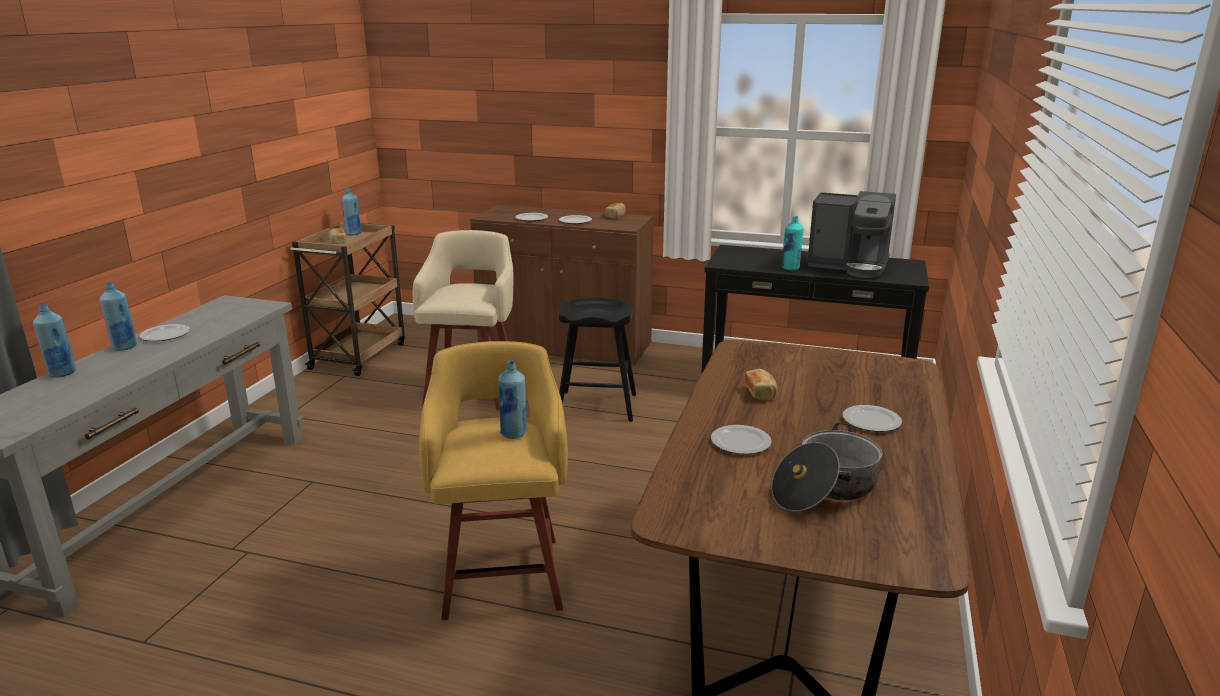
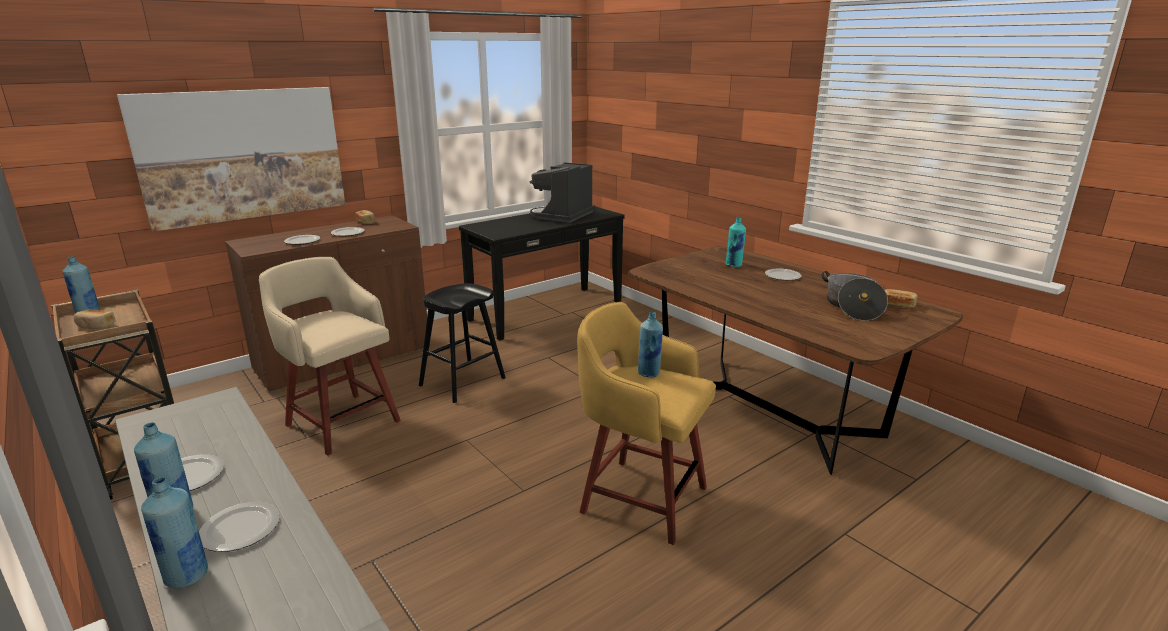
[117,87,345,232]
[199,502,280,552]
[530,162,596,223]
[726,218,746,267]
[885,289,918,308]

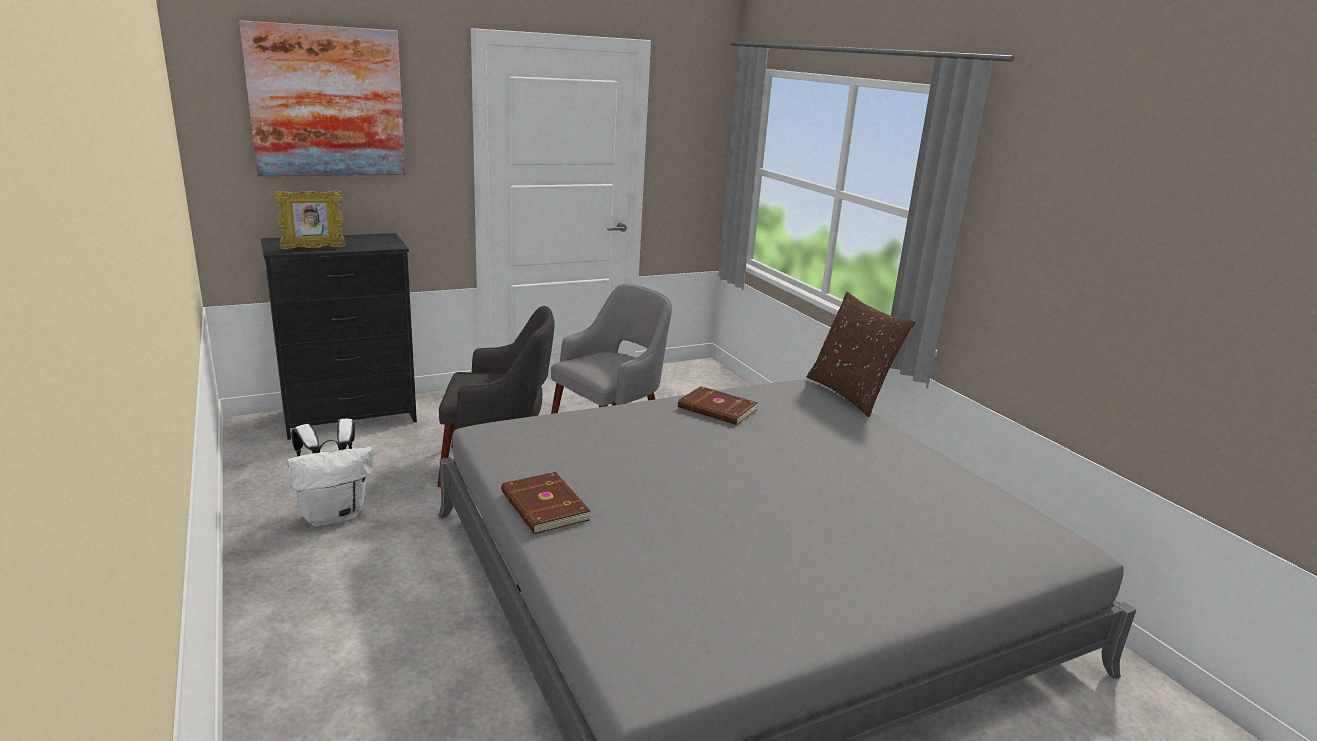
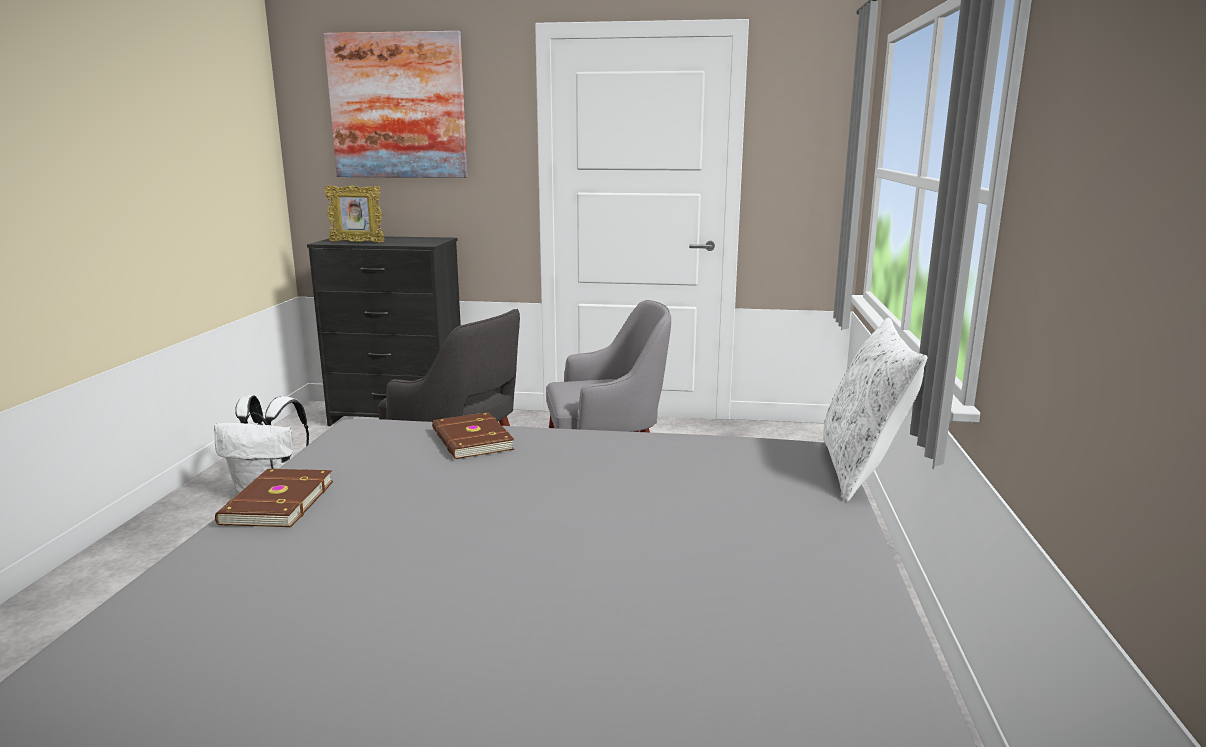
[432,412,515,459]
[823,318,927,502]

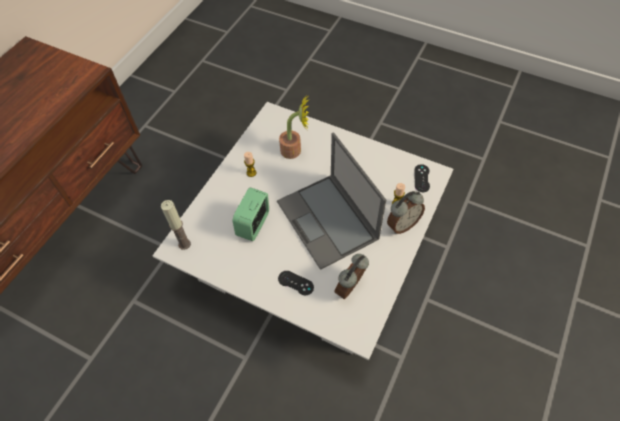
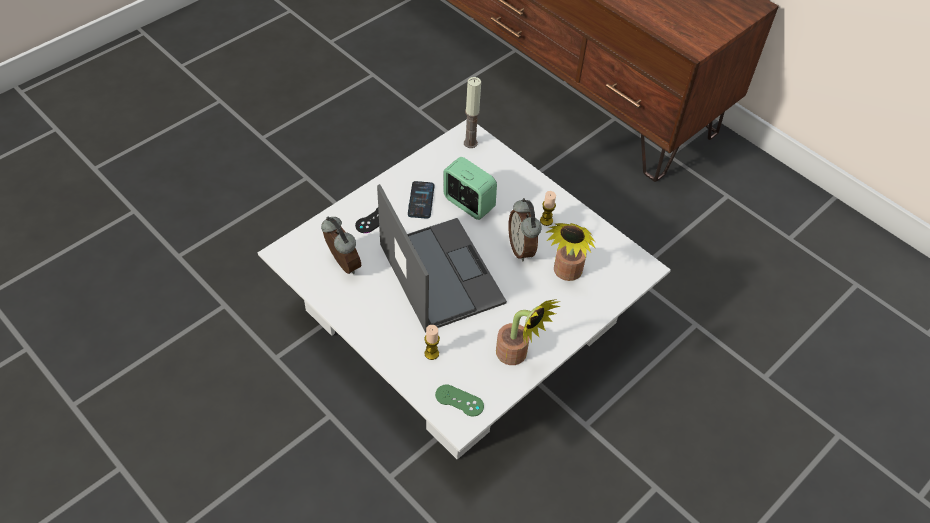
[377,184,507,333]
[408,181,434,219]
[435,385,484,416]
[496,299,560,365]
[508,198,542,262]

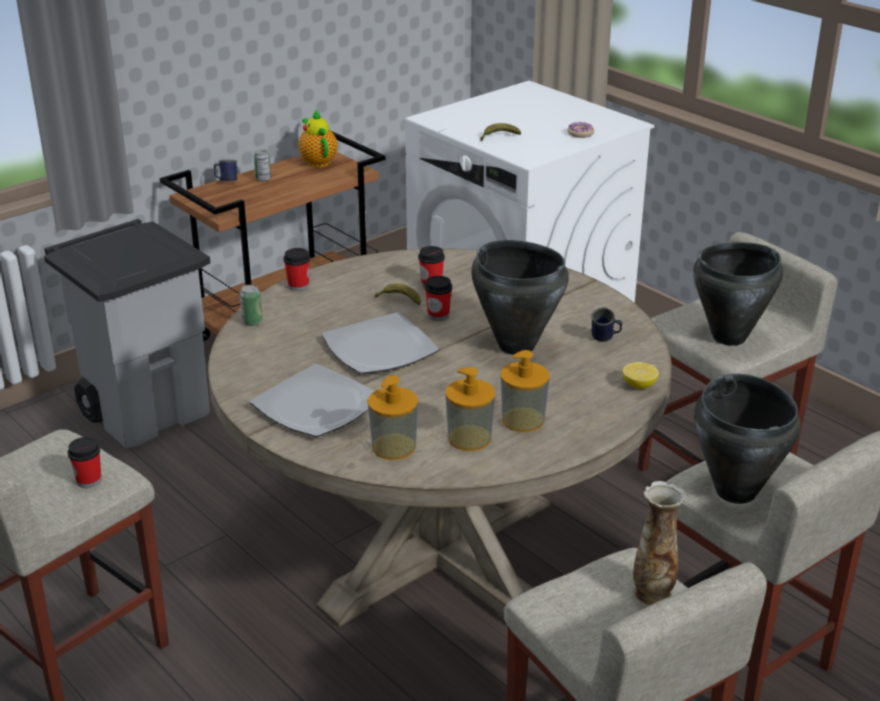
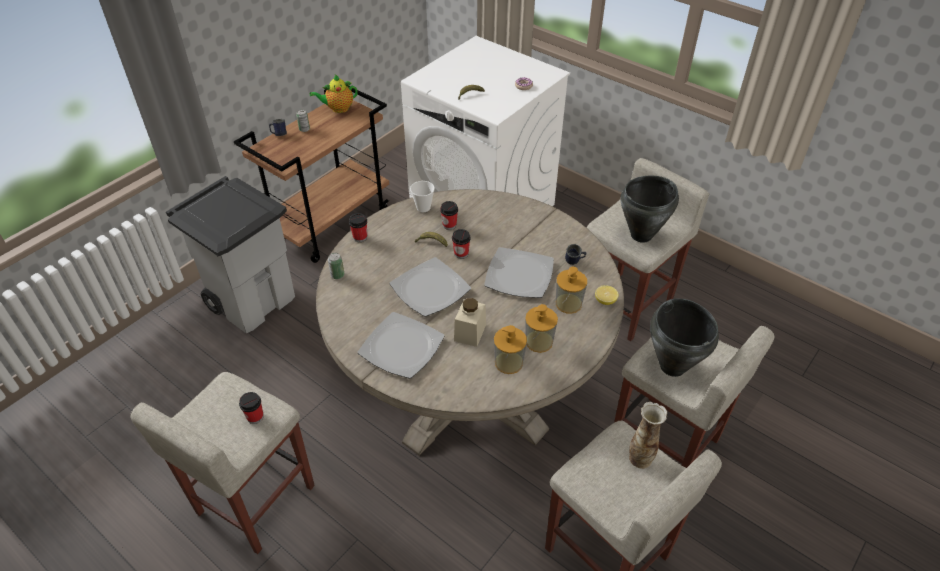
[310,75,358,113]
[410,181,435,212]
[454,298,486,347]
[484,247,554,298]
[556,266,587,314]

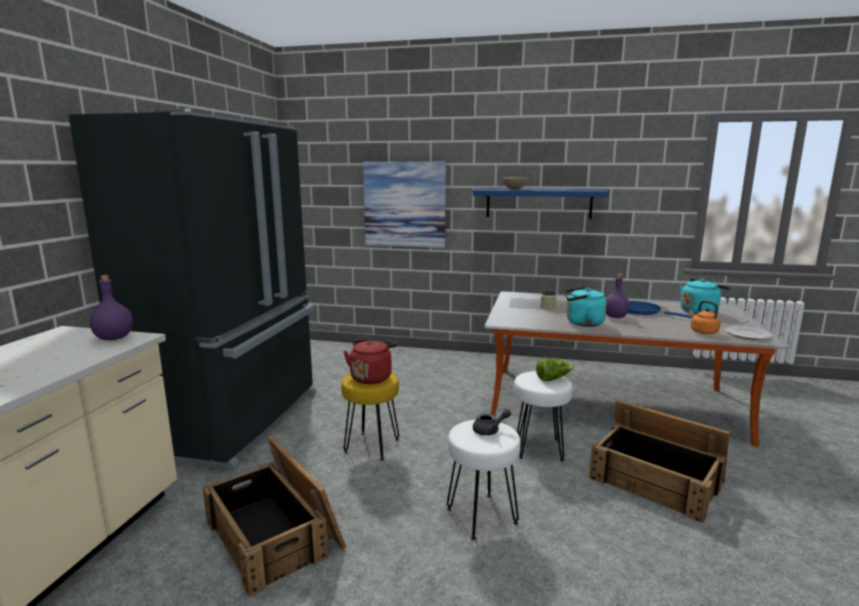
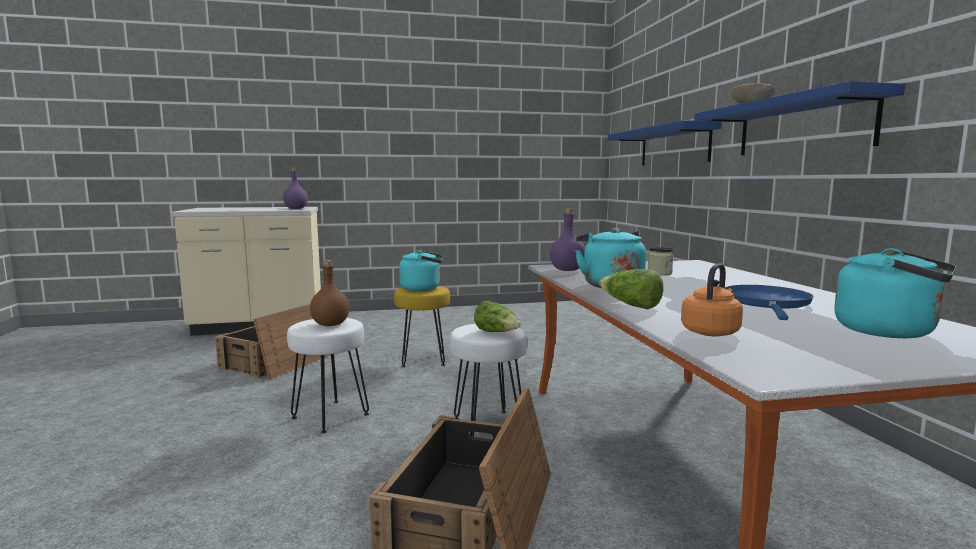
[310,260,350,326]
[399,250,442,291]
[550,208,585,271]
[599,269,664,310]
[608,120,722,166]
[69,108,316,471] (first image)
[725,326,773,340] (first image)

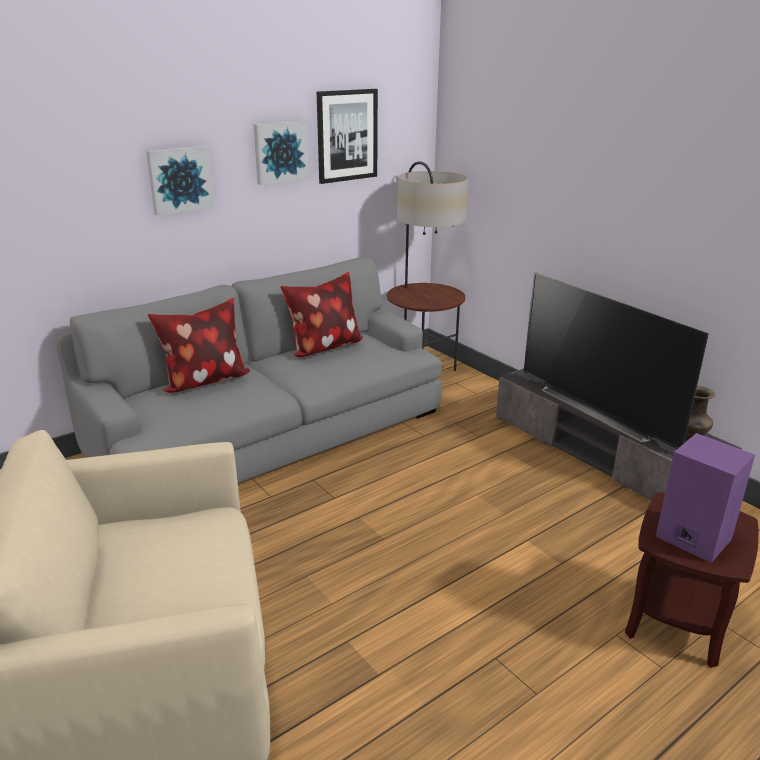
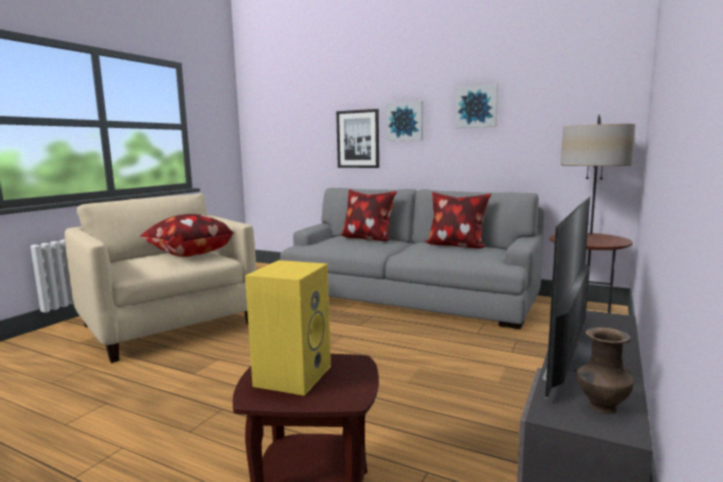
[140,214,233,257]
[245,260,331,396]
[336,109,379,168]

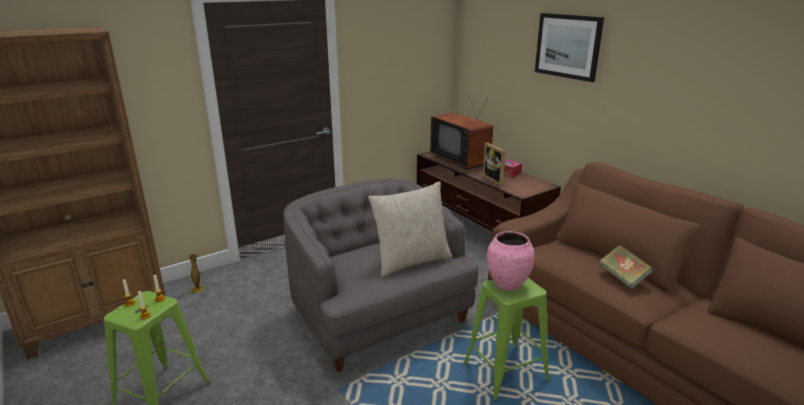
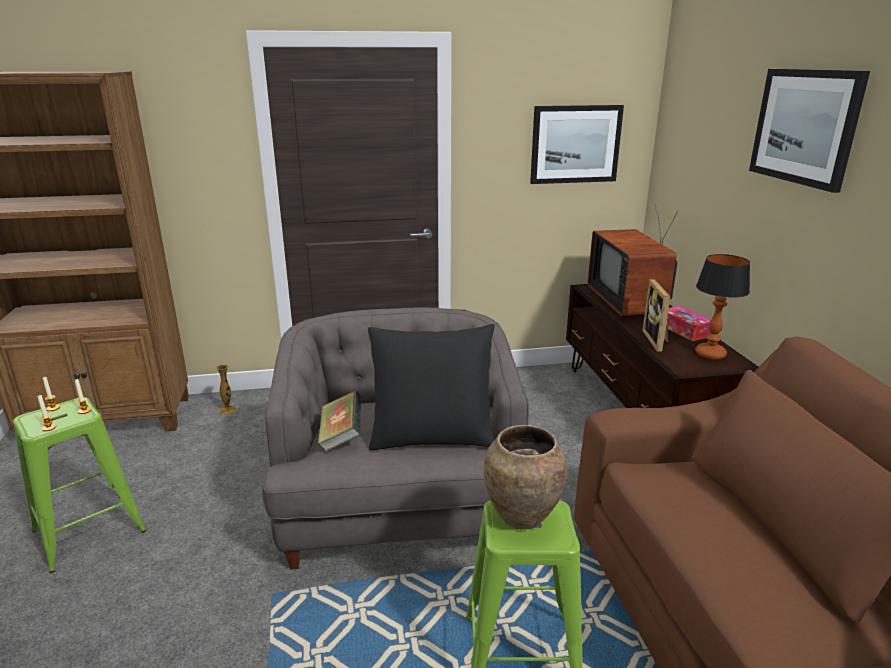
[318,391,361,452]
[368,324,494,450]
[484,425,567,530]
[530,105,624,184]
[695,254,750,360]

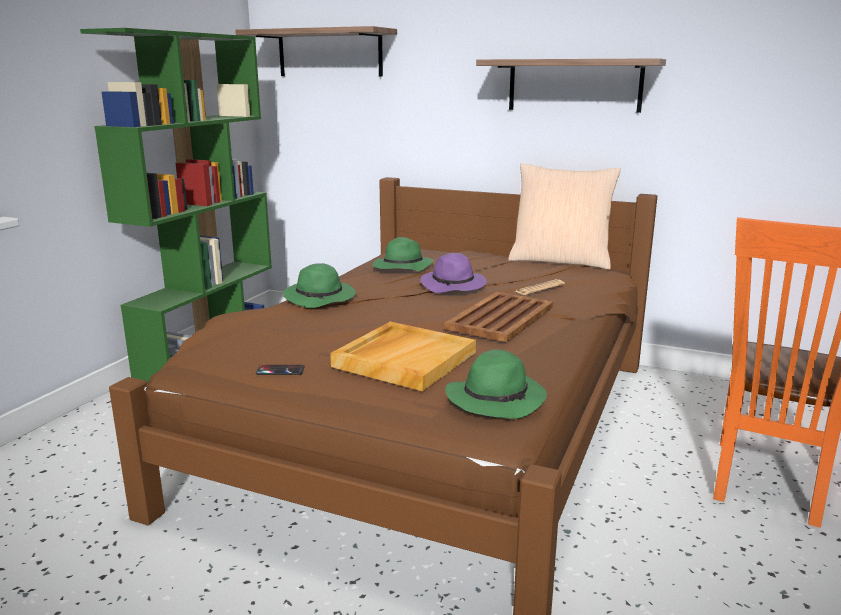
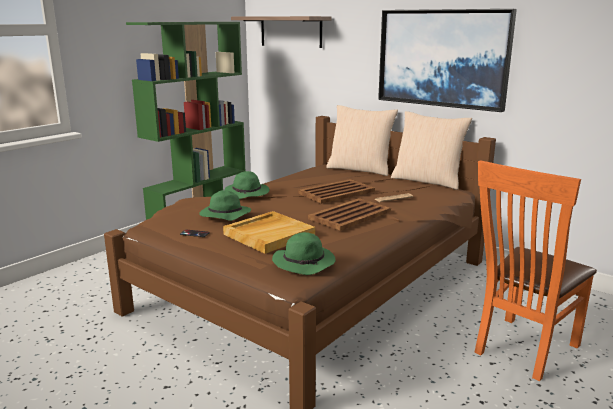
[199,190,251,221]
[298,179,375,204]
[326,105,398,176]
[378,9,517,112]

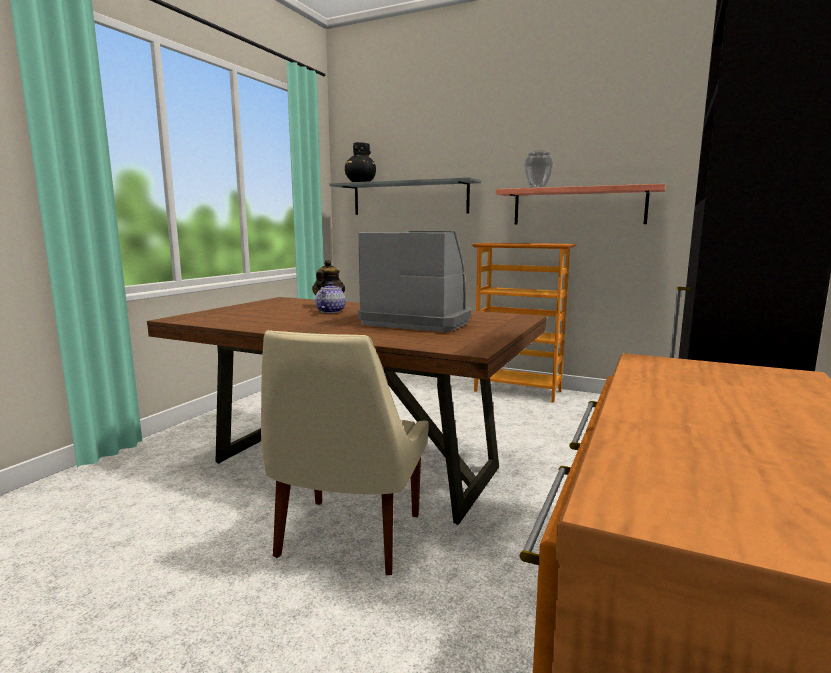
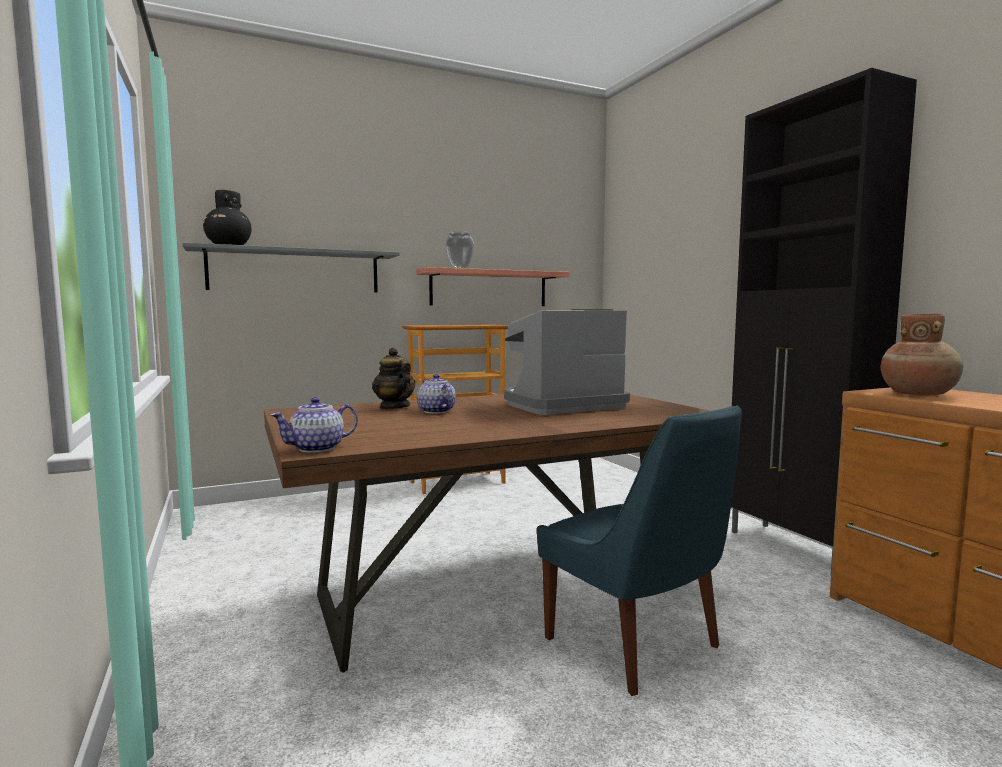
[270,397,358,453]
[537,405,742,696]
[881,314,963,395]

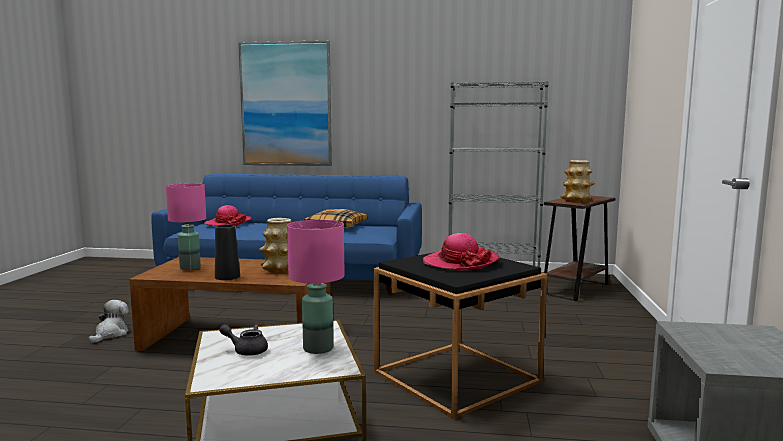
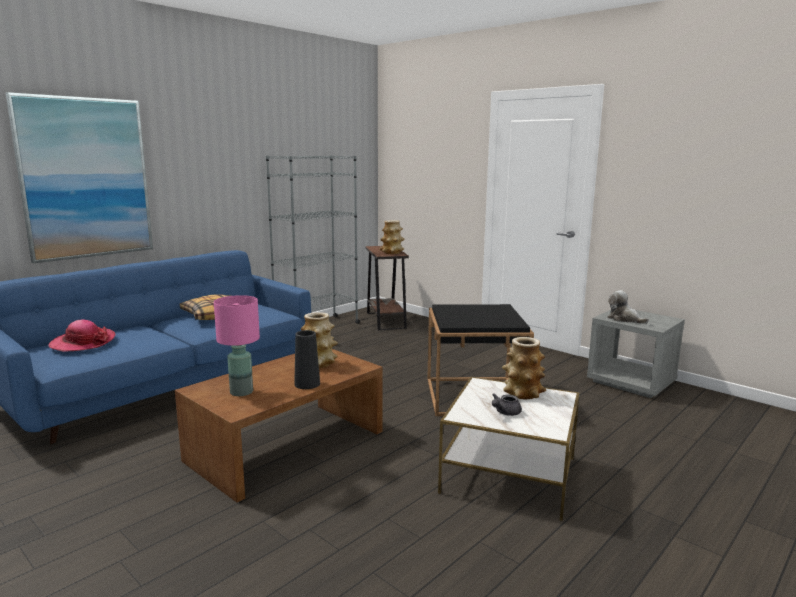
[502,337,546,399]
[607,290,649,324]
[423,233,500,271] (first image)

